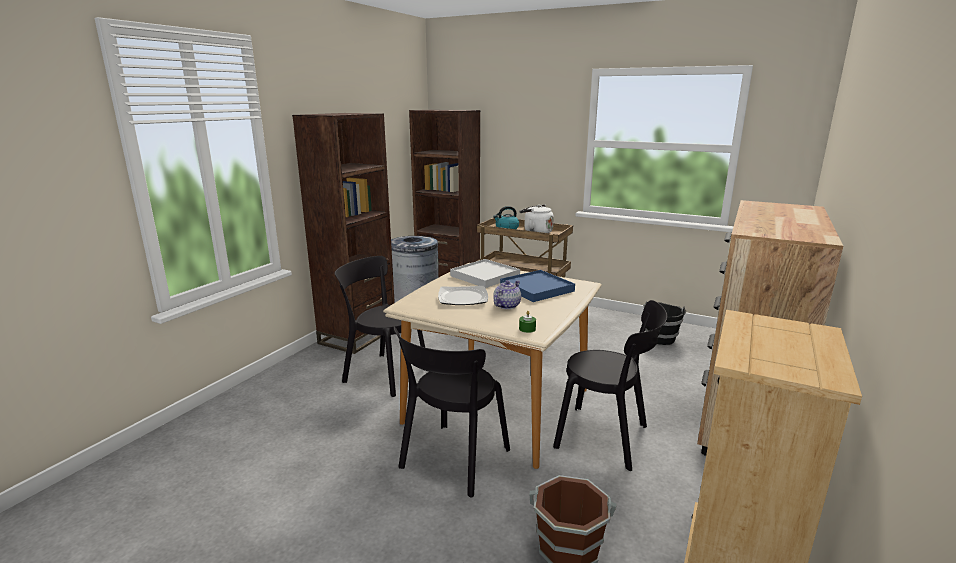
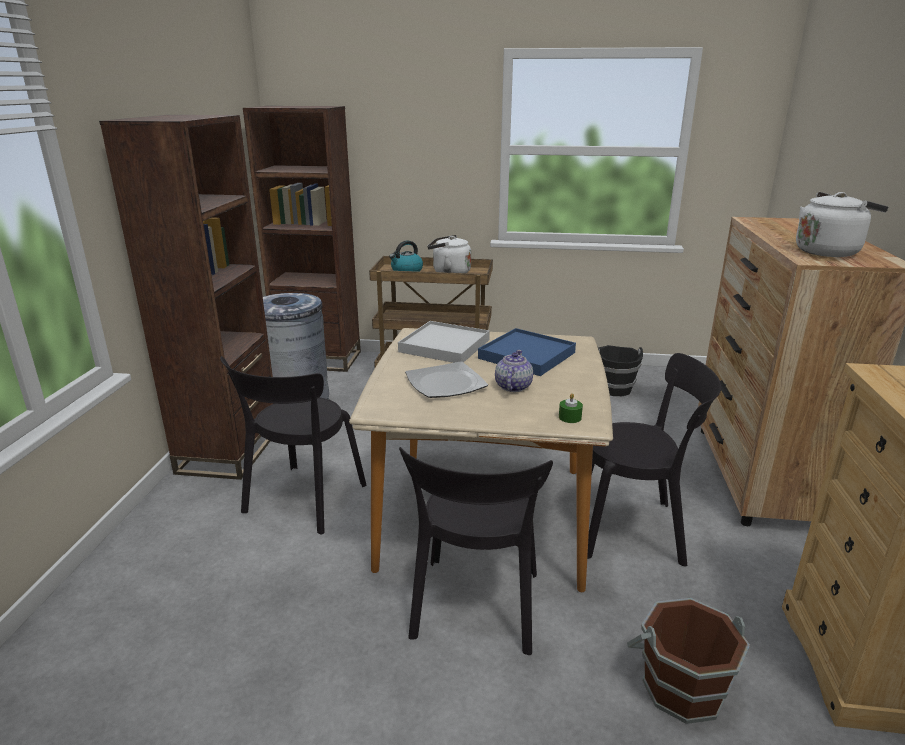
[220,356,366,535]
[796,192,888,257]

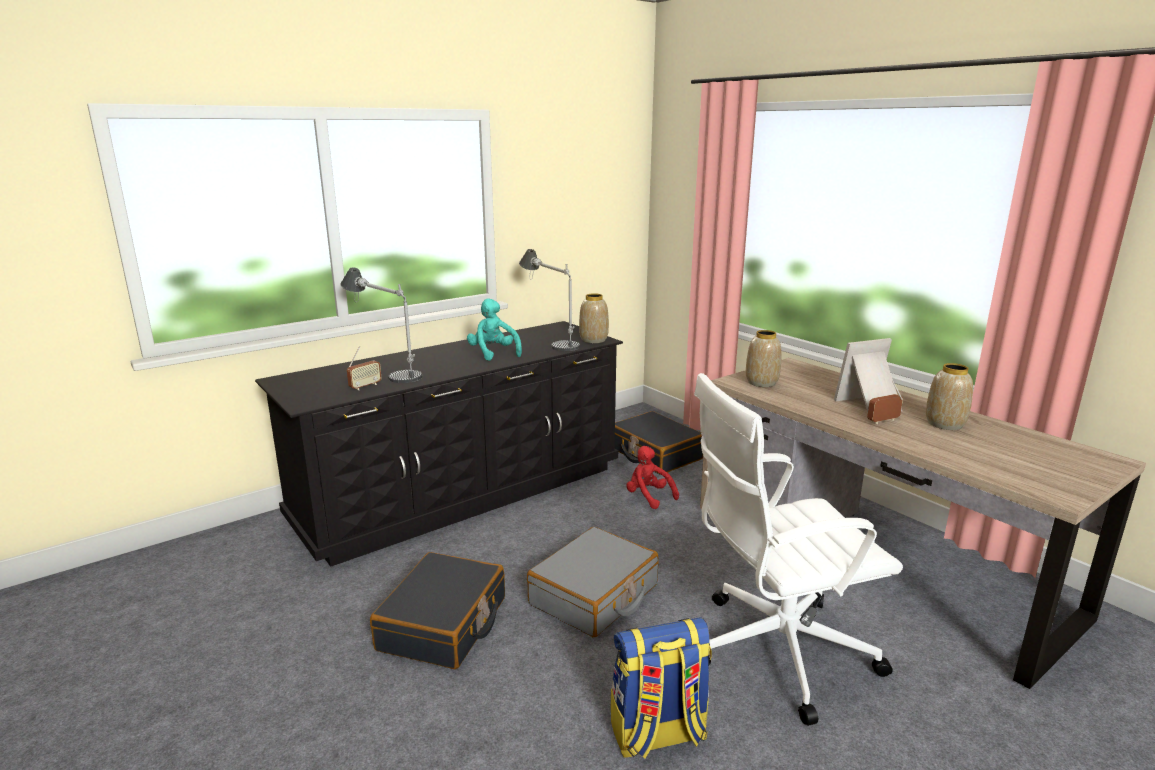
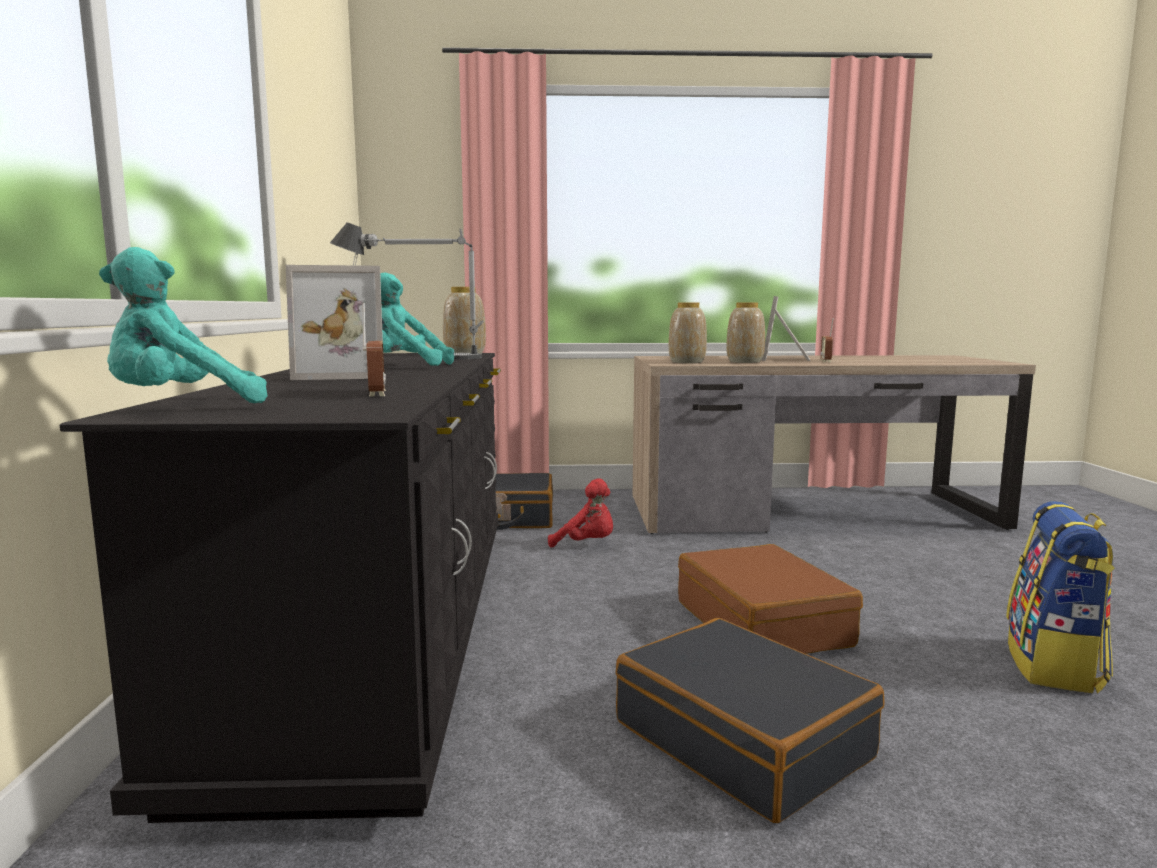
[99,247,267,403]
[286,265,383,380]
[548,478,613,548]
[678,544,863,654]
[727,303,765,363]
[341,267,422,383] (first image)
[694,373,903,726] (first image)

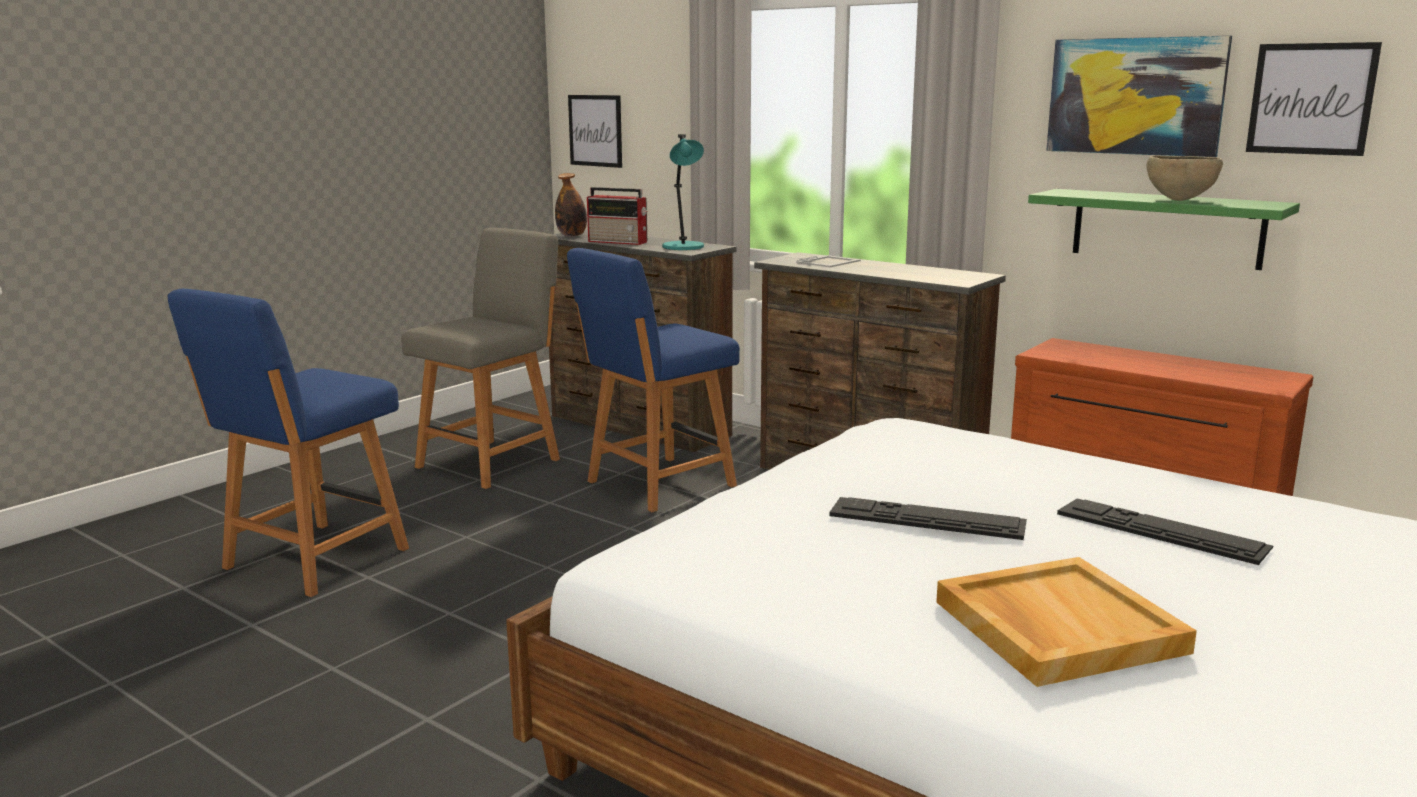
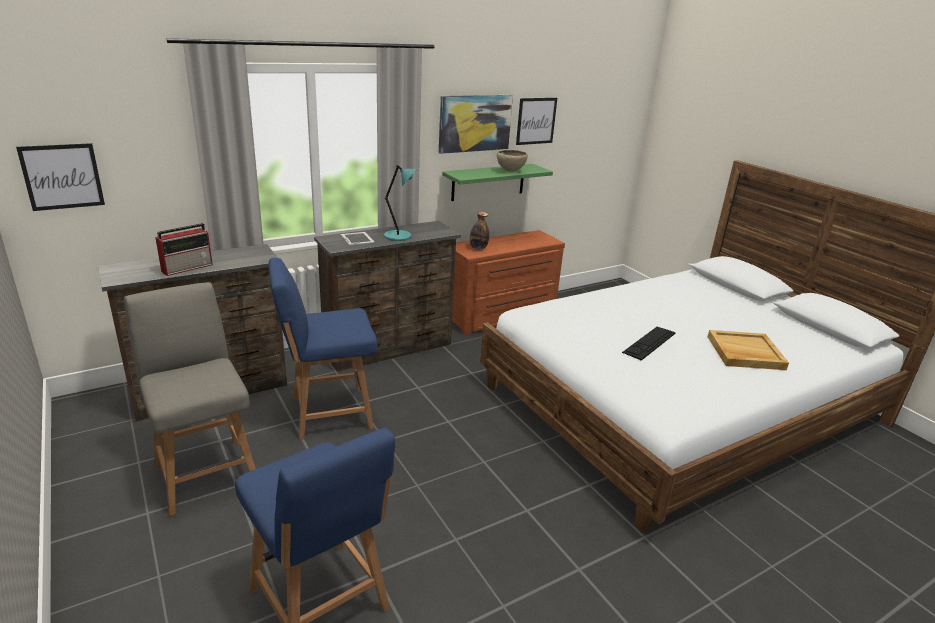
[269,258,378,440]
[384,164,418,241]
[470,211,489,250]
[1057,499,1273,565] (first image)

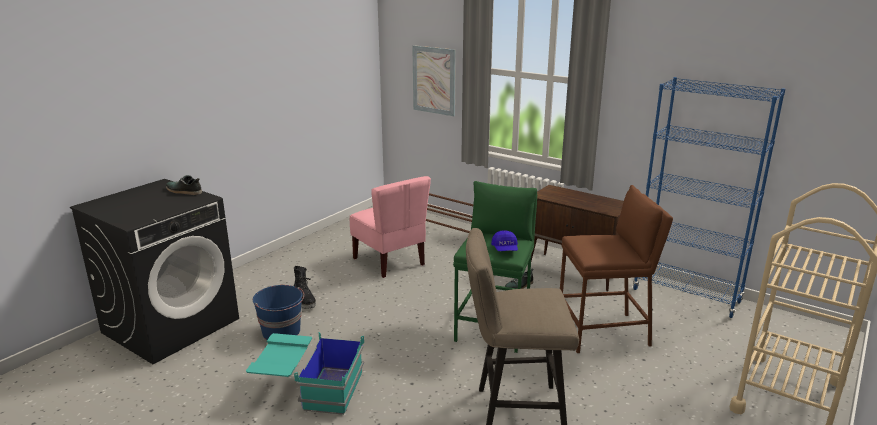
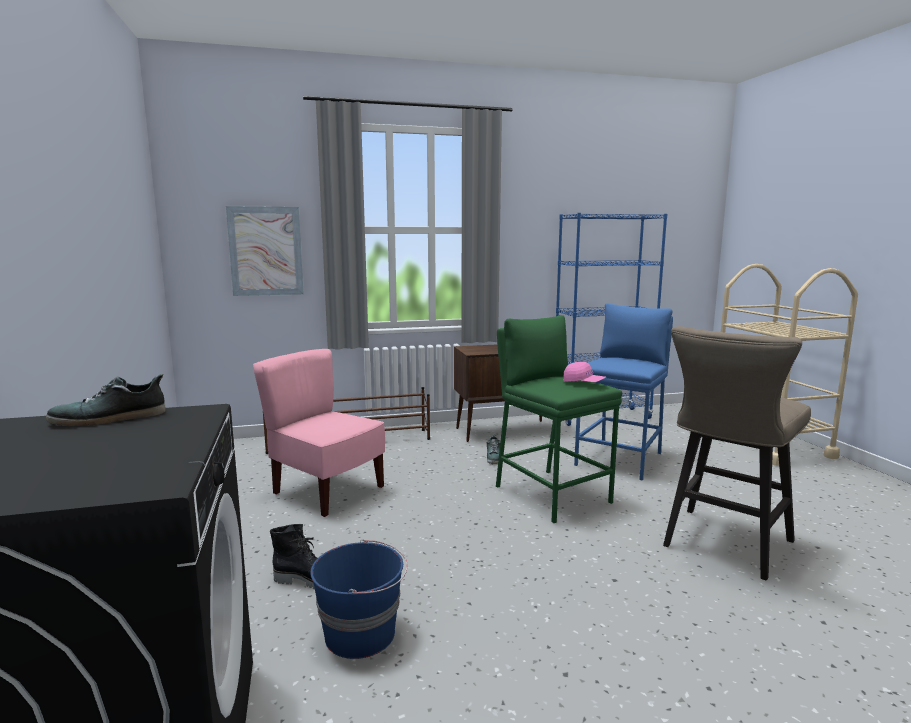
[253,349,385,517]
[564,362,606,382]
[574,303,673,481]
[246,332,364,415] (first image)

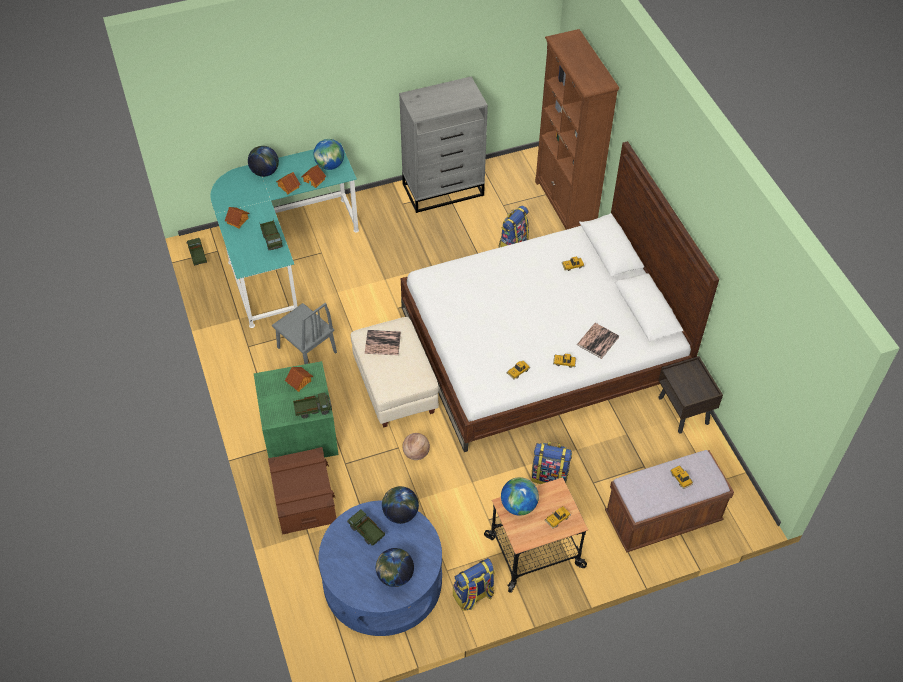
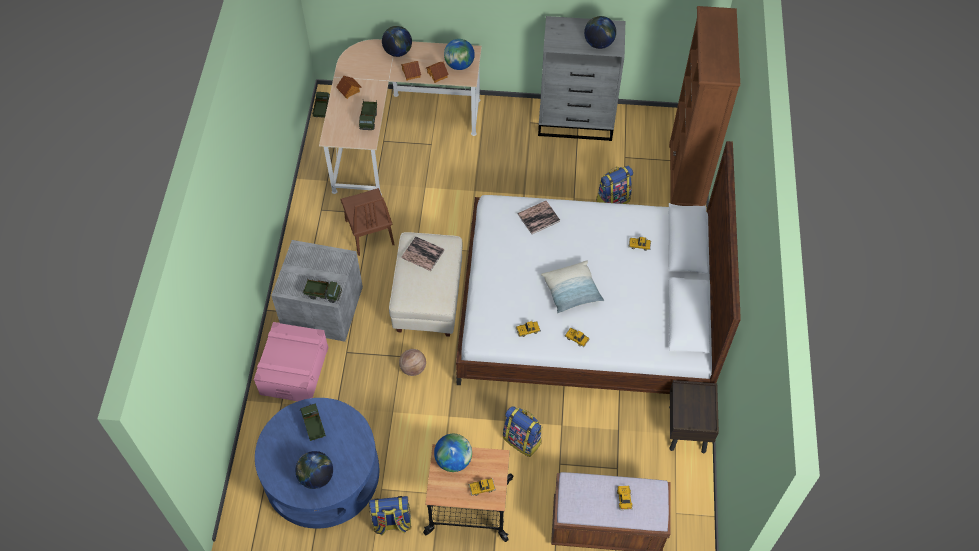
[254,322,328,401]
[271,240,363,342]
[319,39,482,195]
[341,188,395,256]
[518,201,560,234]
[541,261,604,313]
[584,16,616,49]
[285,367,313,392] (first image)

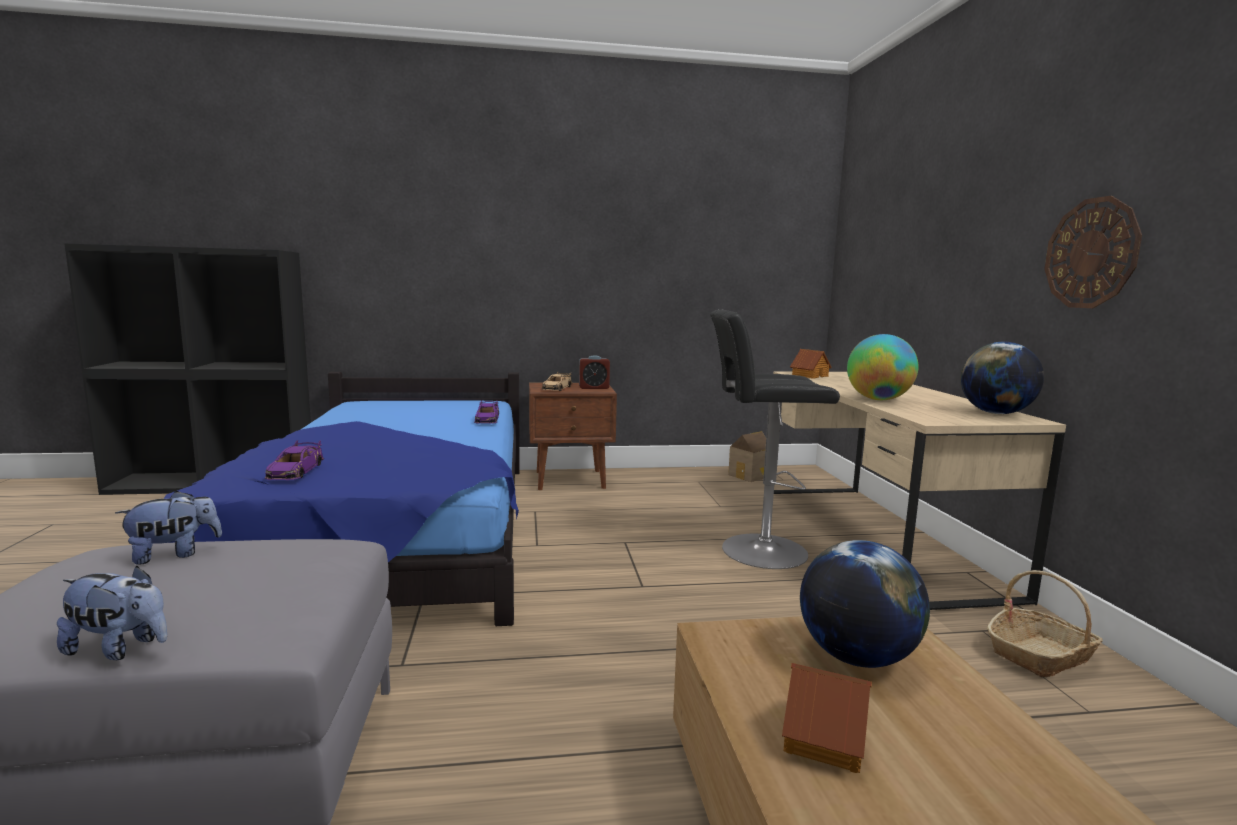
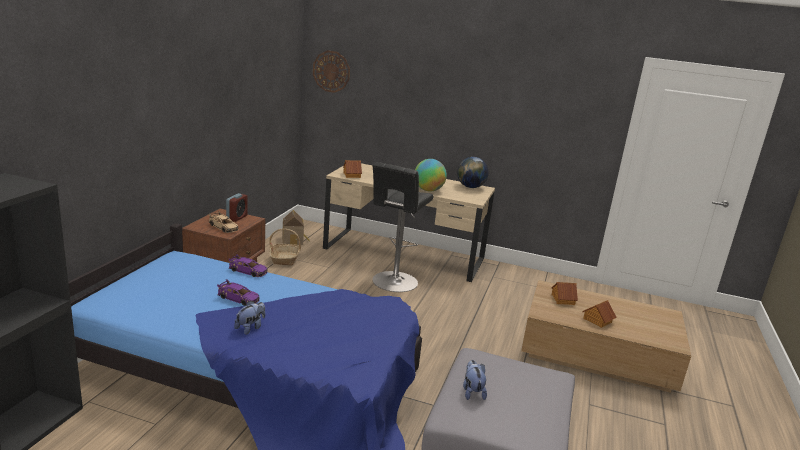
[217,279,260,306]
[234,301,265,335]
[269,229,301,266]
[313,50,350,93]
[551,282,578,305]

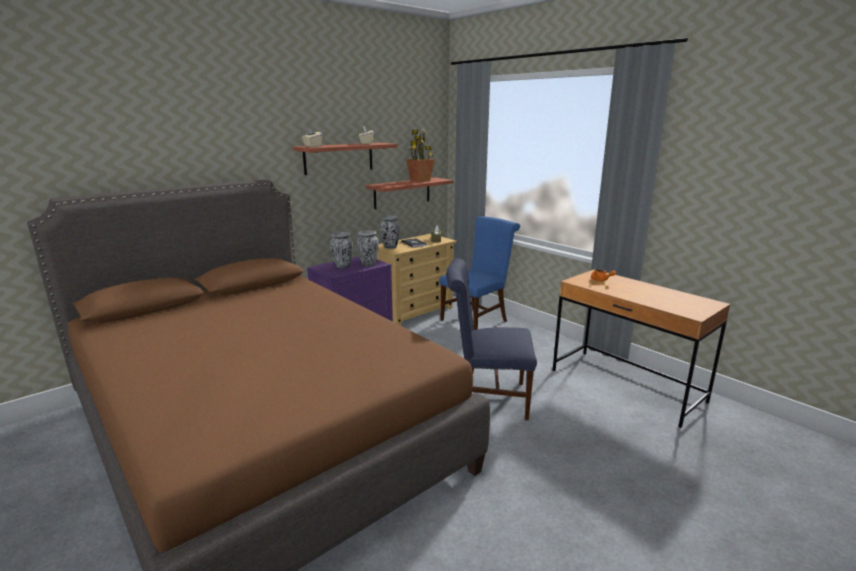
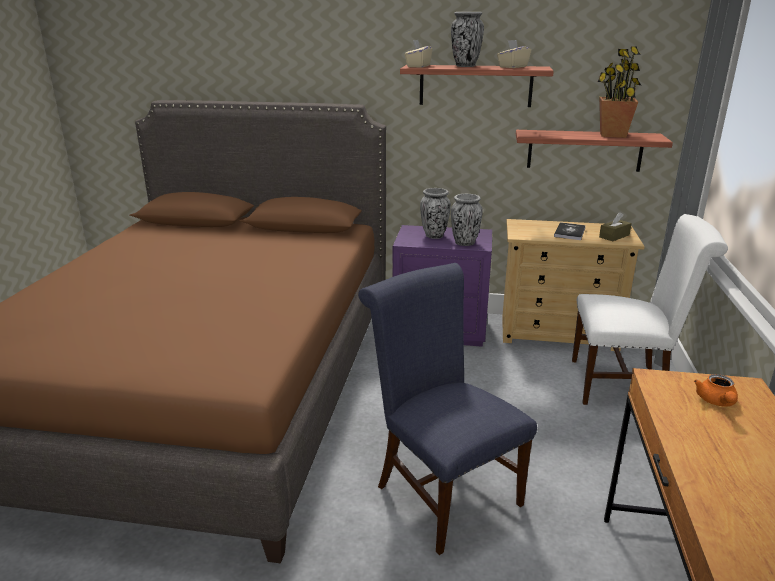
[451,12,484,67]
[572,214,728,405]

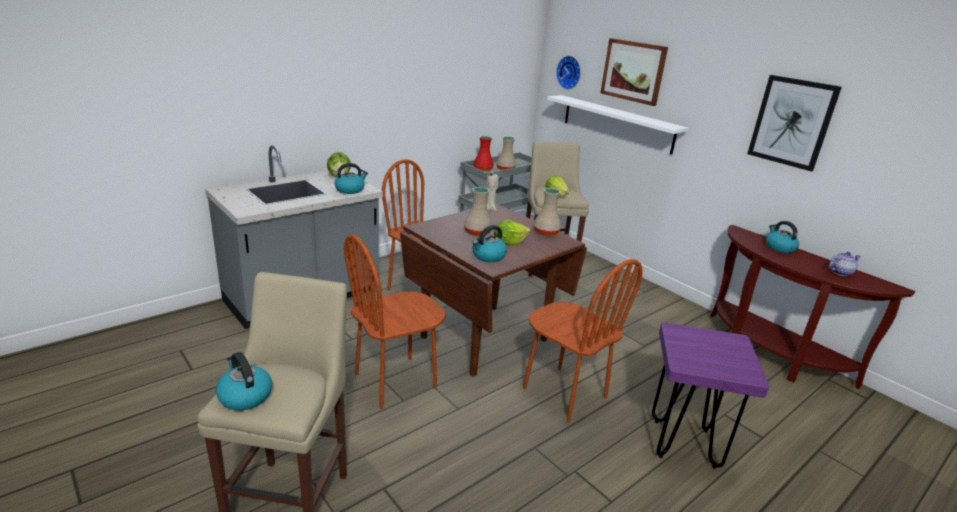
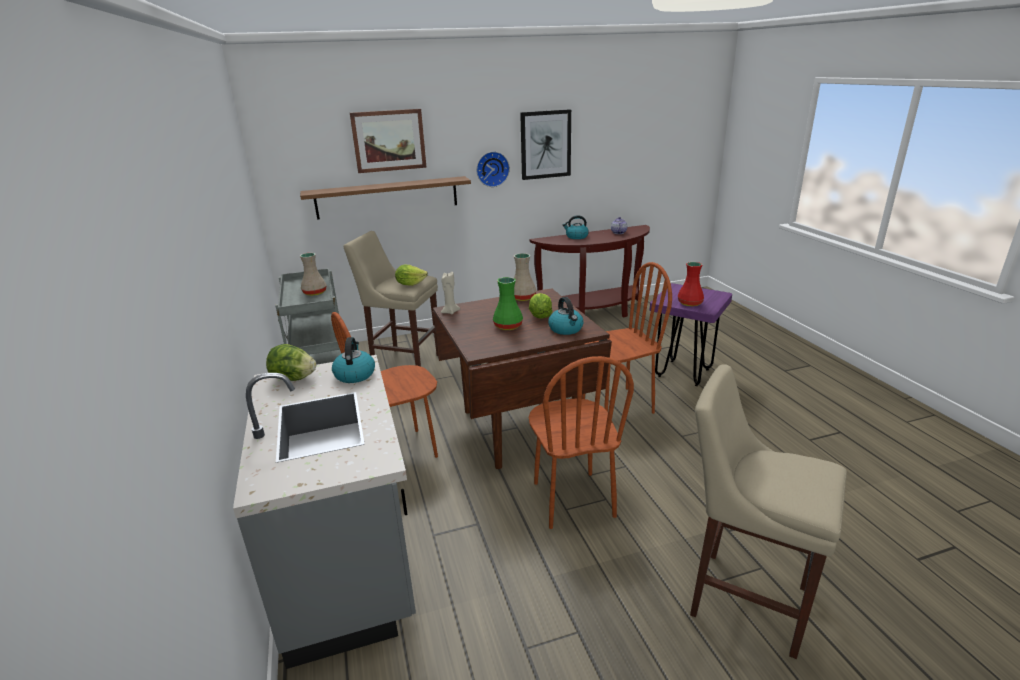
[300,176,471,220]
[476,152,510,187]
[493,277,523,330]
[678,262,704,307]
[216,352,272,410] (first image)

